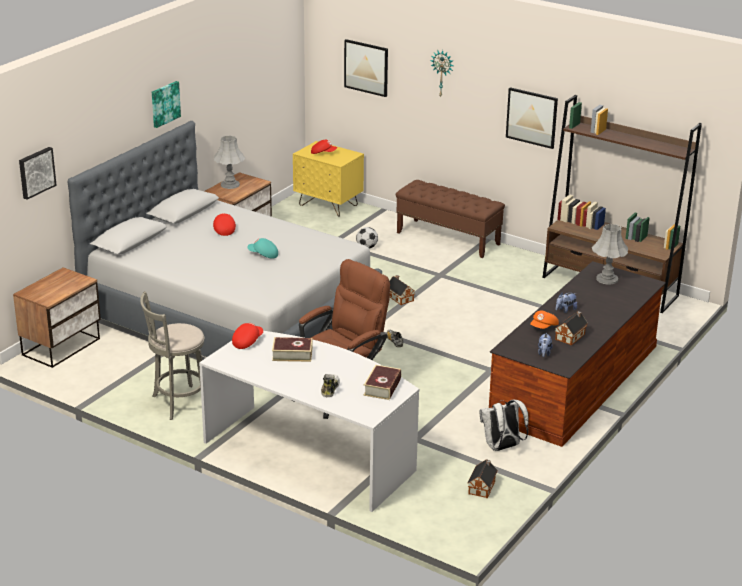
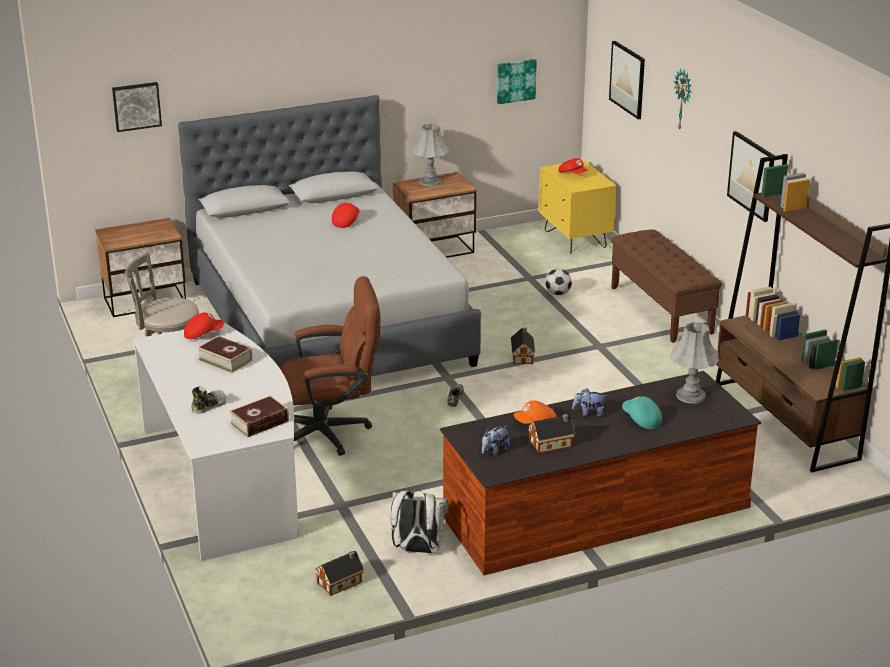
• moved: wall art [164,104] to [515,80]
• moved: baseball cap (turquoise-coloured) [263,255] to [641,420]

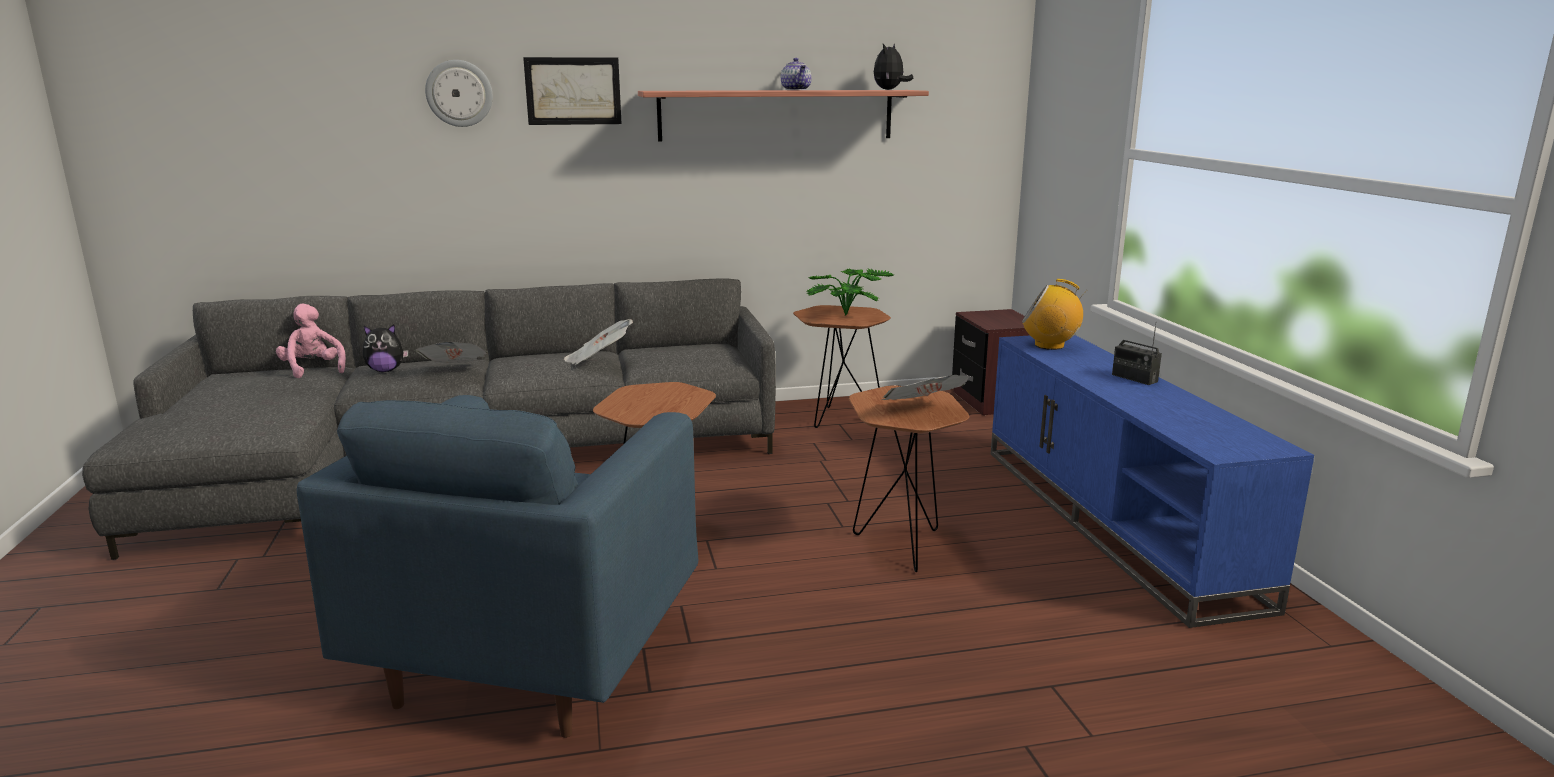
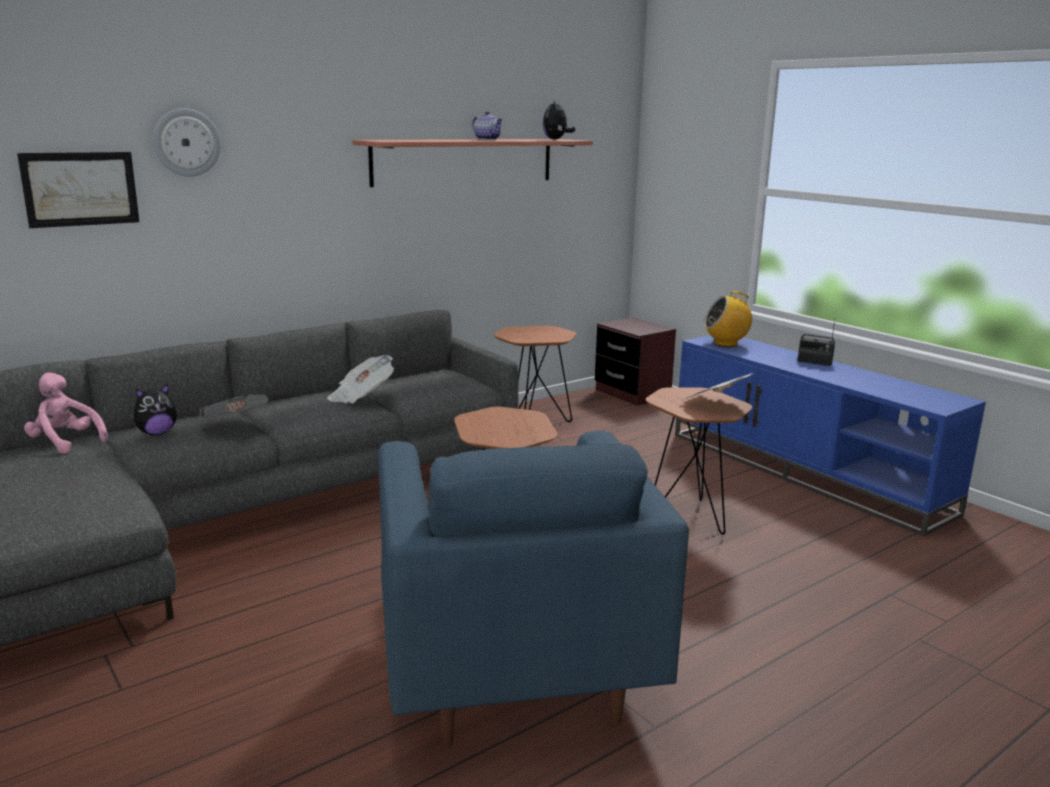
• moved: wall art [573,91] to [80,189]
• removed: potted plant [848,316]

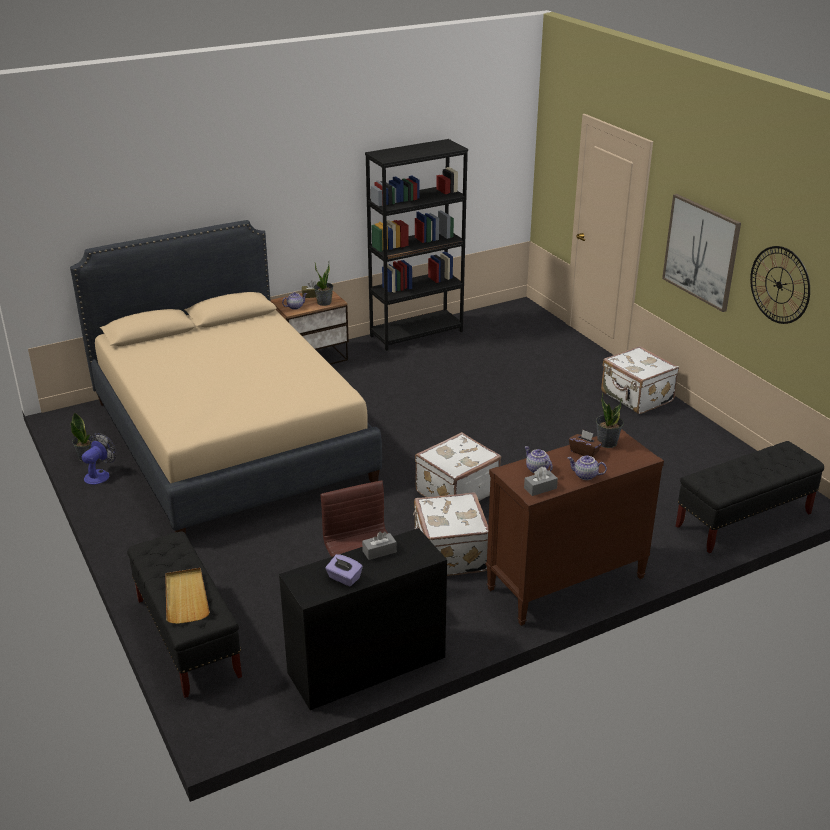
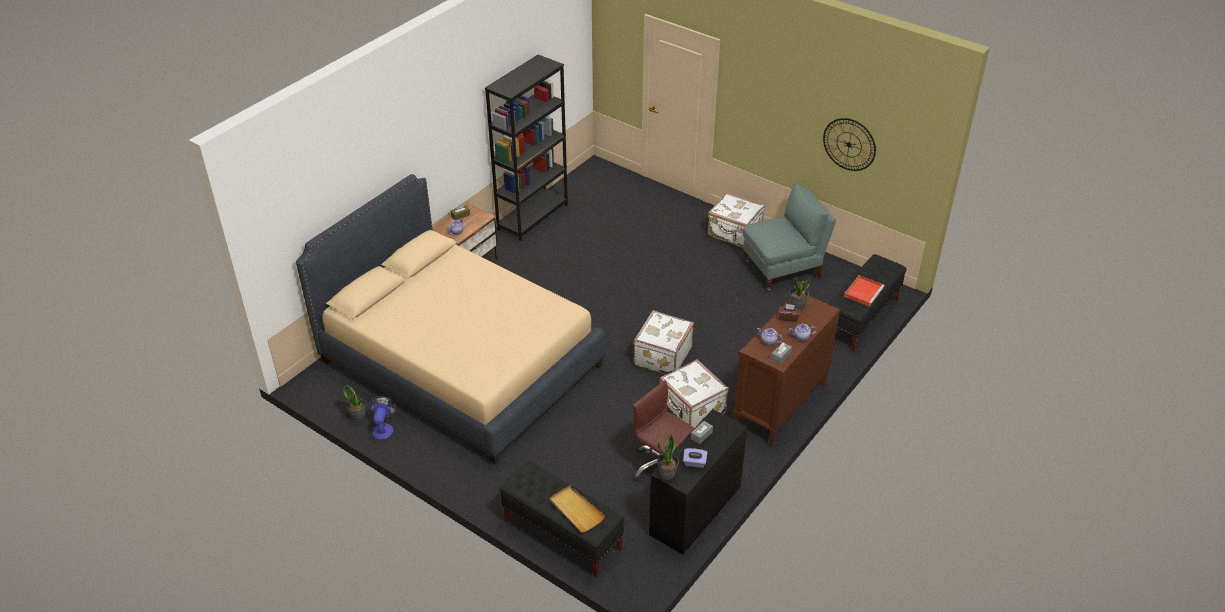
• moved: potted plant [324,302] to [667,474]
• removed: wall art [701,251]
• added: easy chair (gray) [782,269]
• added: carrying tray (red-coloured) [863,291]

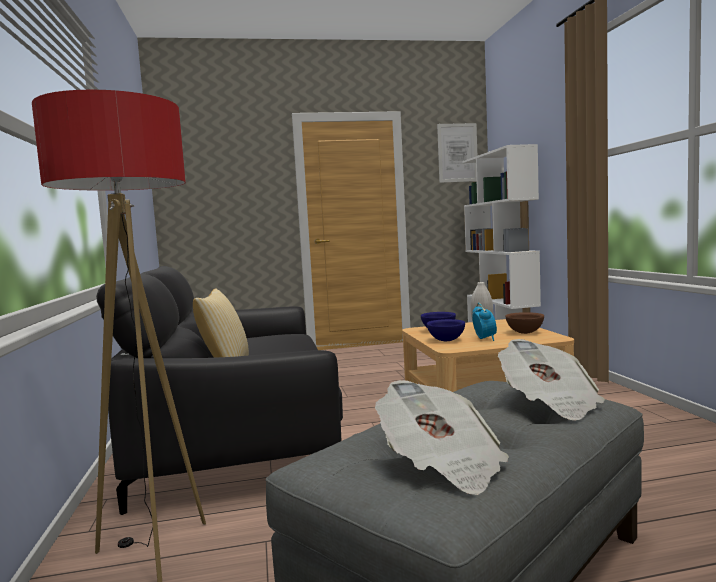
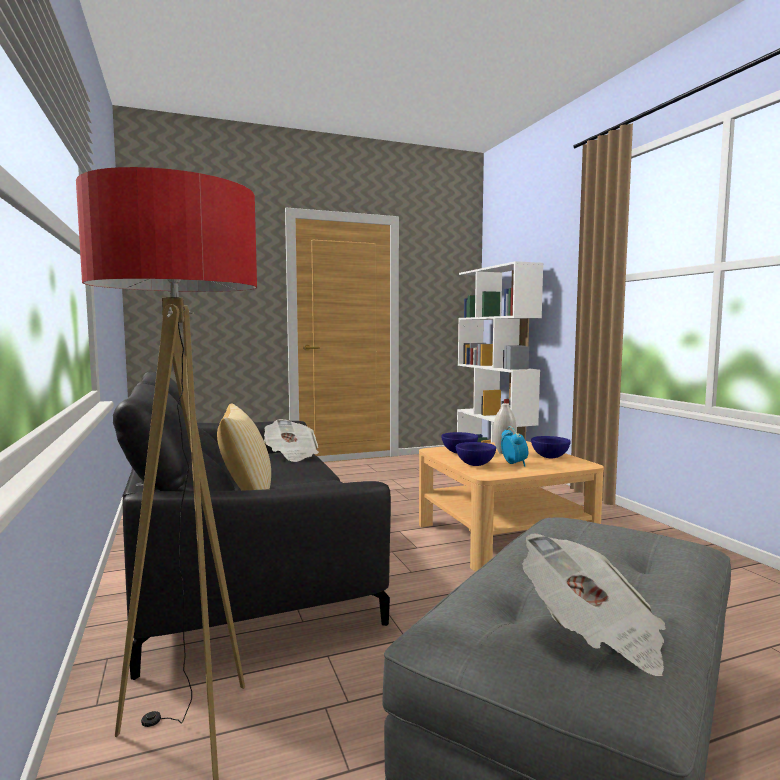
• removed: wall art [457,153]
• moved: daily paper [550,403] to [291,455]
• recoloured: bowl (brown-coloured) [524,332] to bowl (bluish) [549,457]

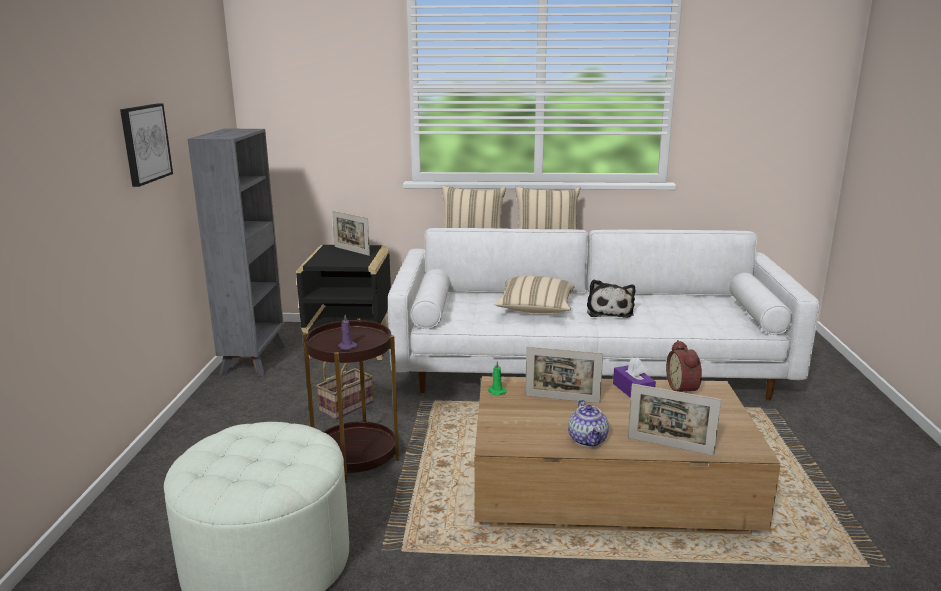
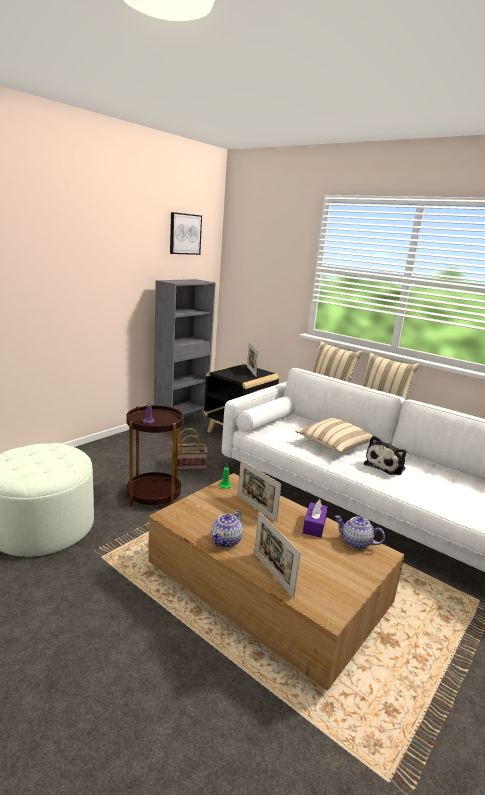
• moved: wall art [145,143] to [185,234]
• replaced: alarm clock [684,389] to tea pot [356,543]

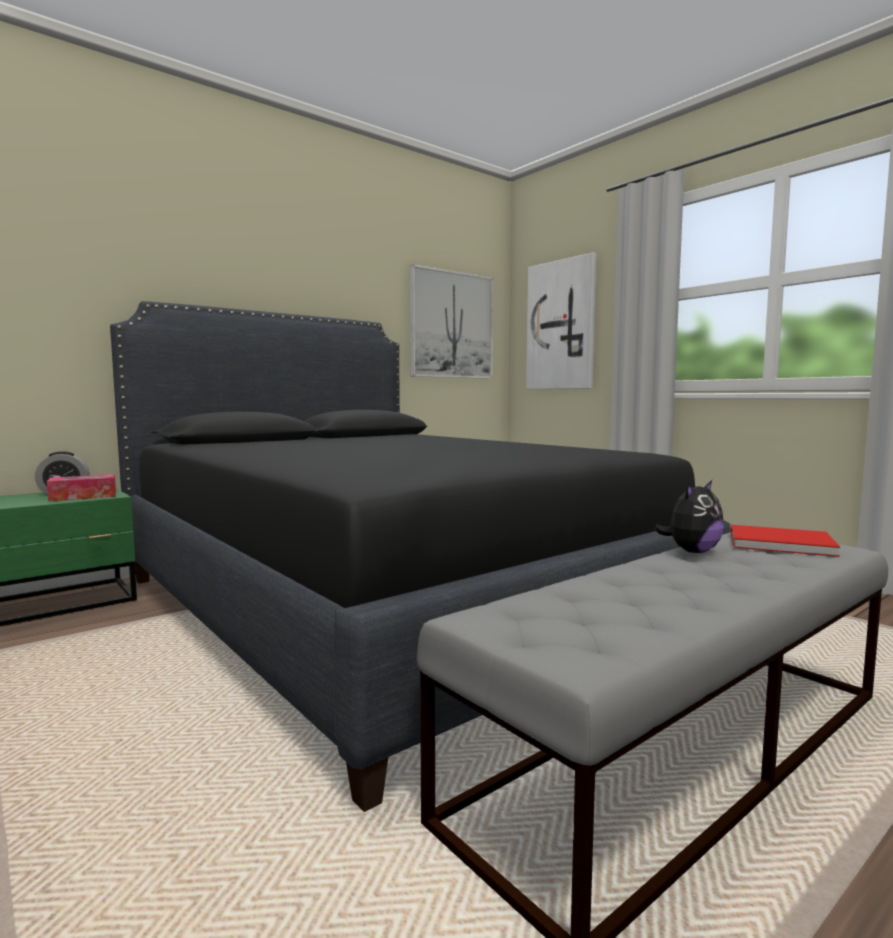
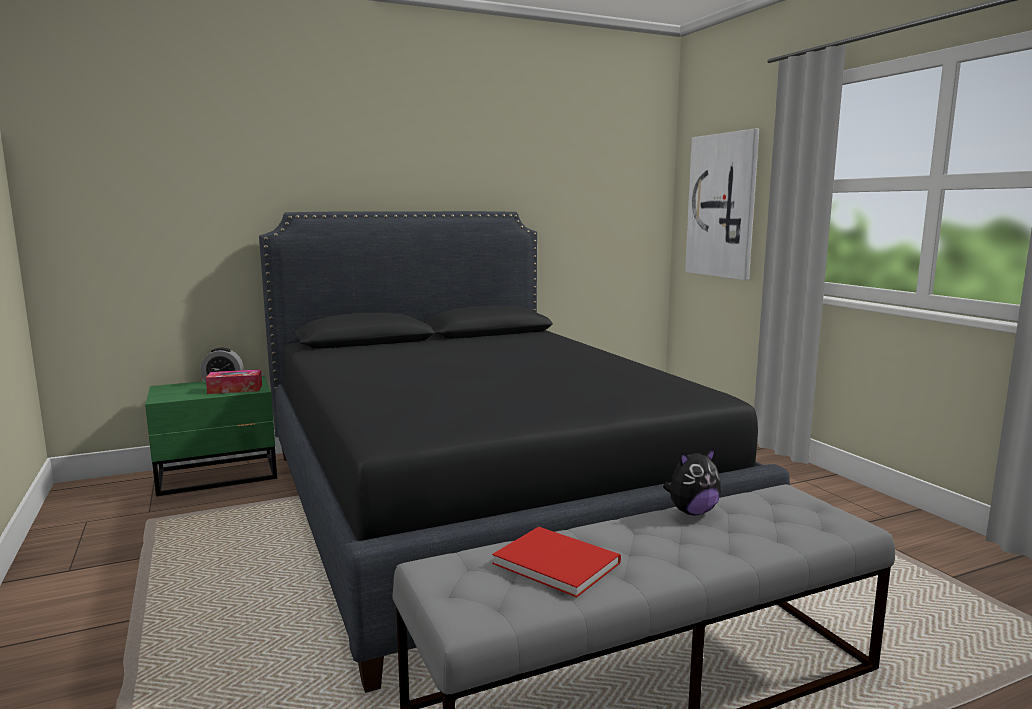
• removed: wall art [452,325]
• moved: bound book (red-coloured) [777,543] to [555,561]

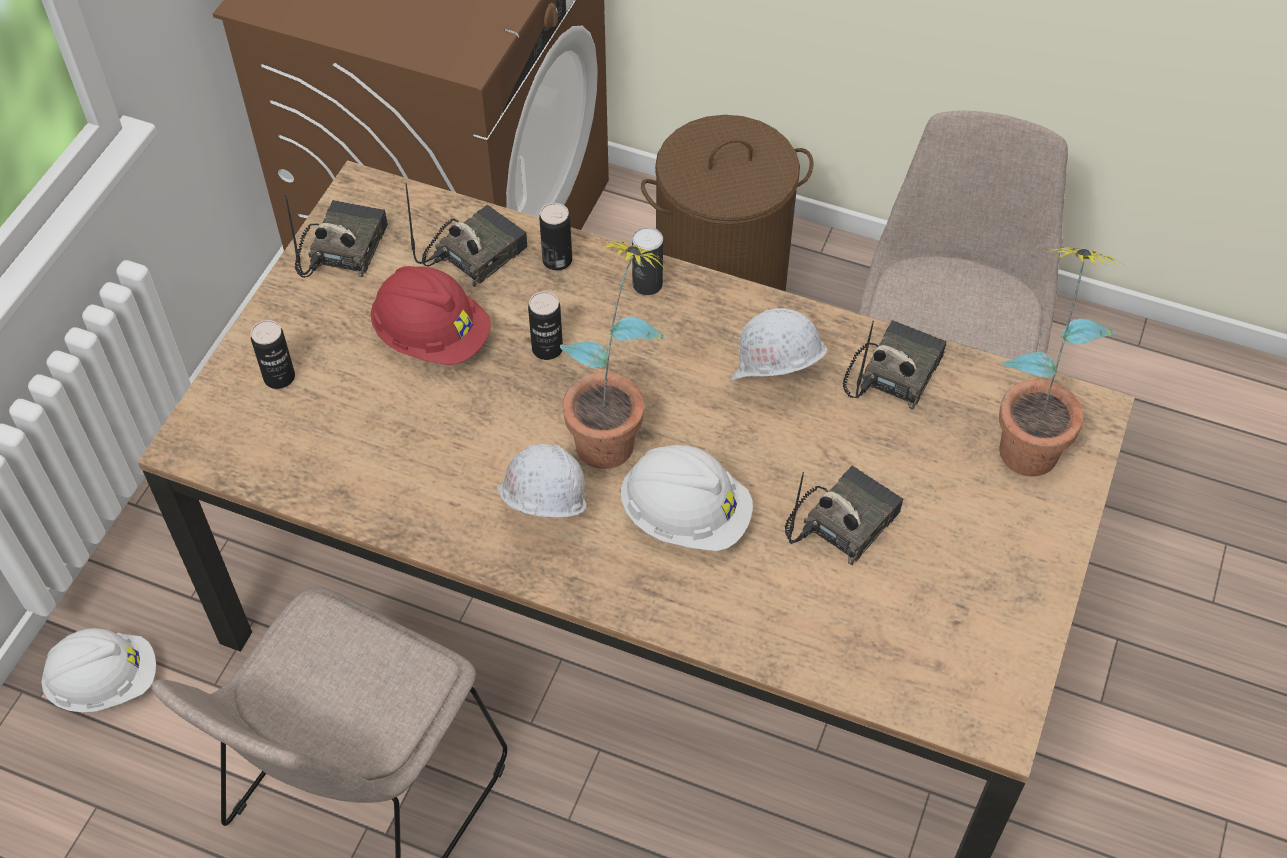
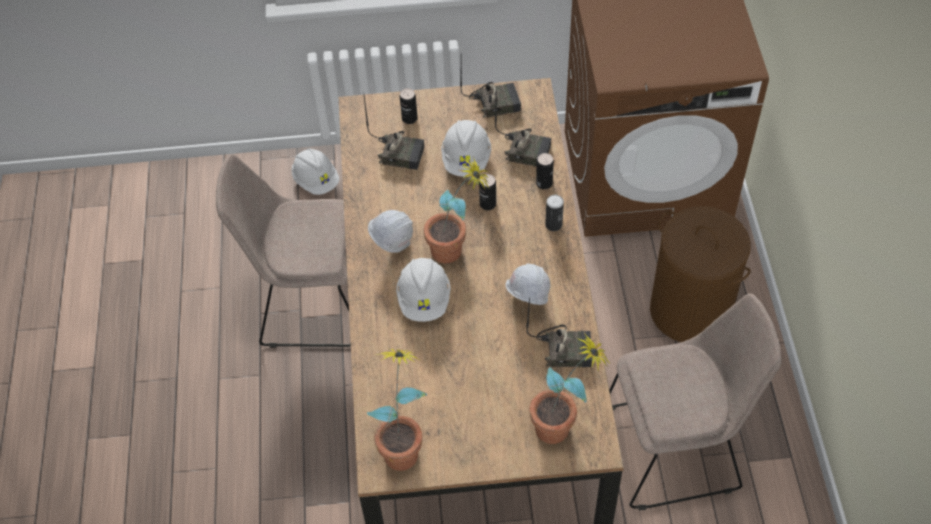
• recoloured: safety helmet (red-coloured) [432,337] to safety helmet (white-coloured) [466,159]
• moved: radio [841,521] to [401,153]
• added: potted plant [404,445]

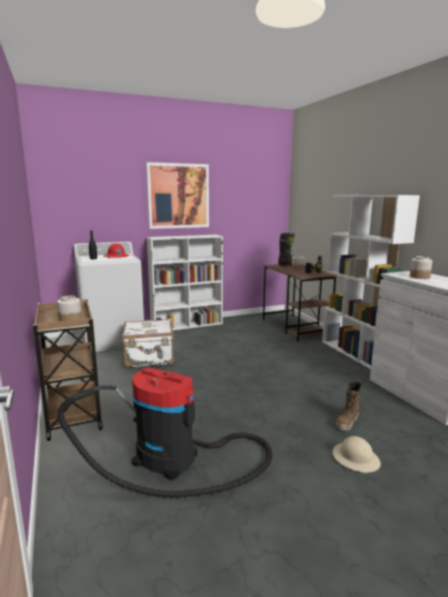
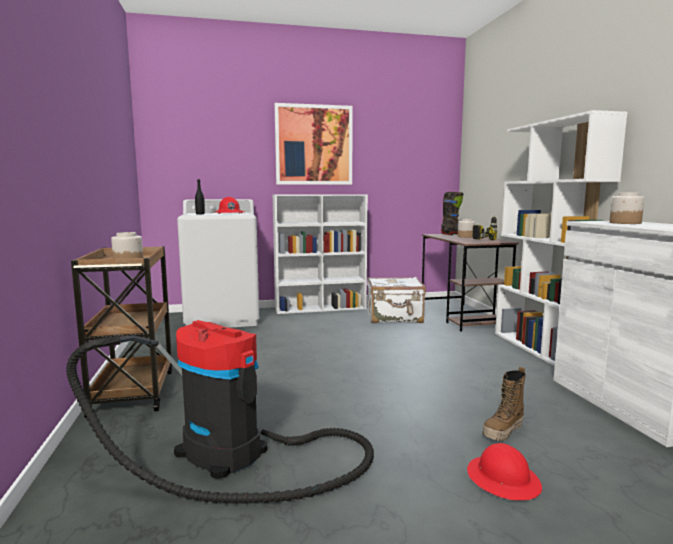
• moved: suitcase (white-coloured) [150,359] to [394,318]
• recoloured: safety helmet (sand-coloured) [355,458] to safety helmet (red-coloured) [503,479]

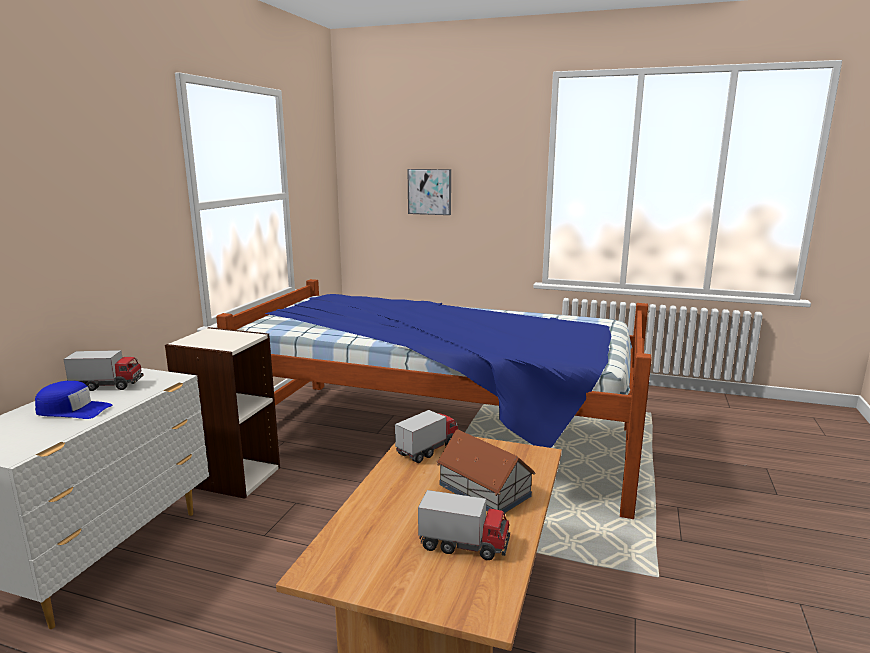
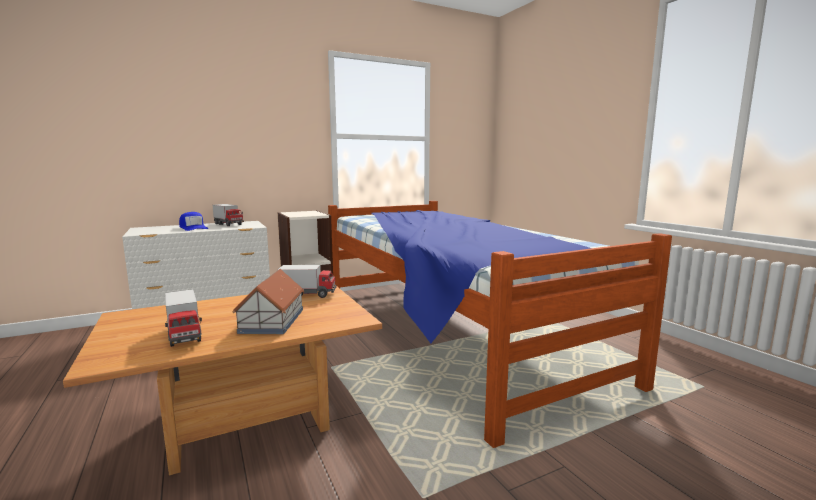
• removed: wall art [430,191]

